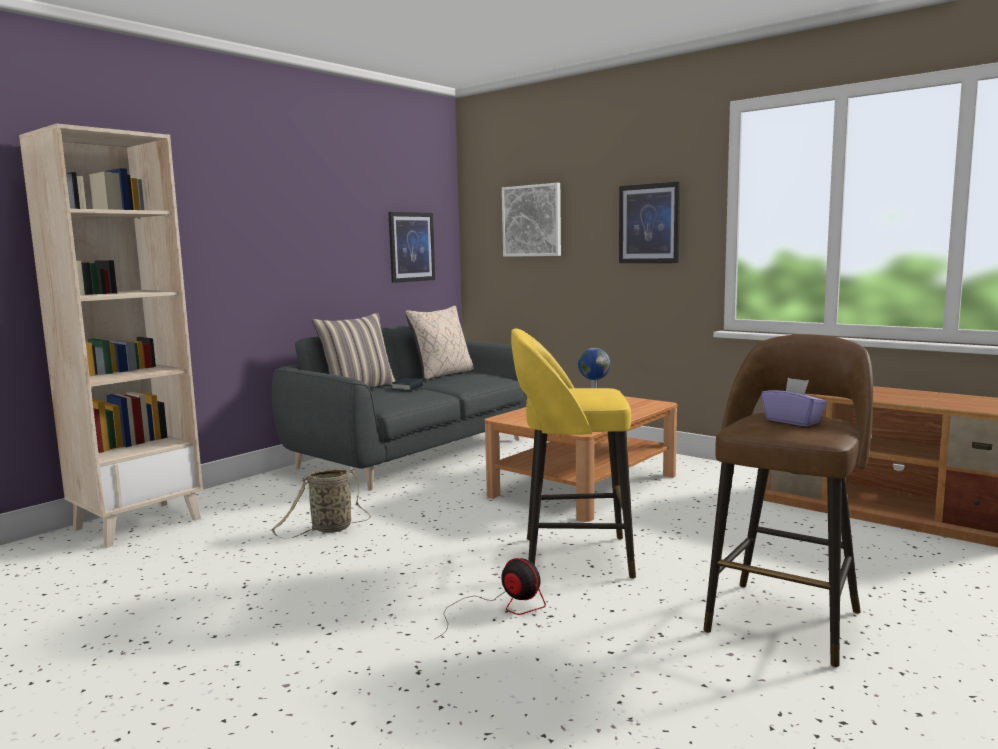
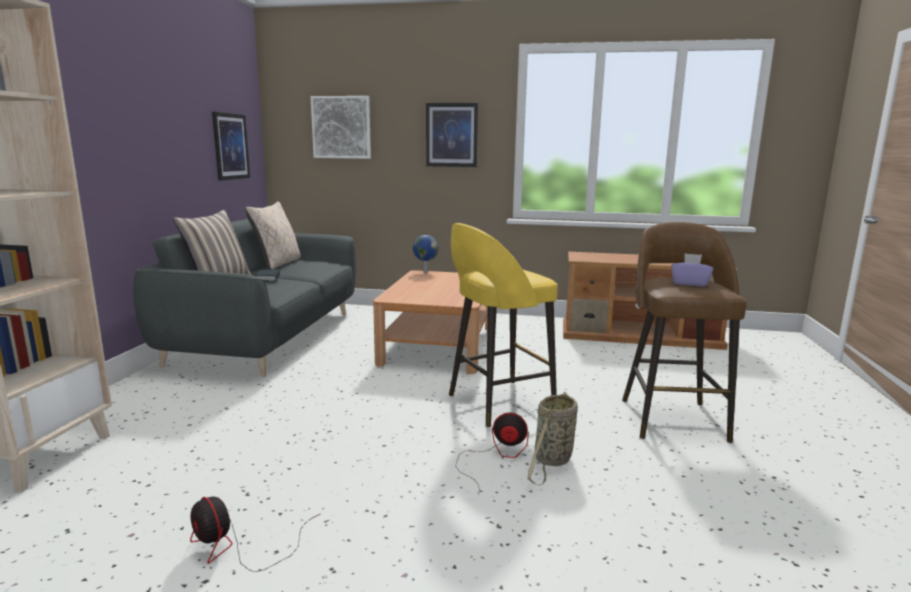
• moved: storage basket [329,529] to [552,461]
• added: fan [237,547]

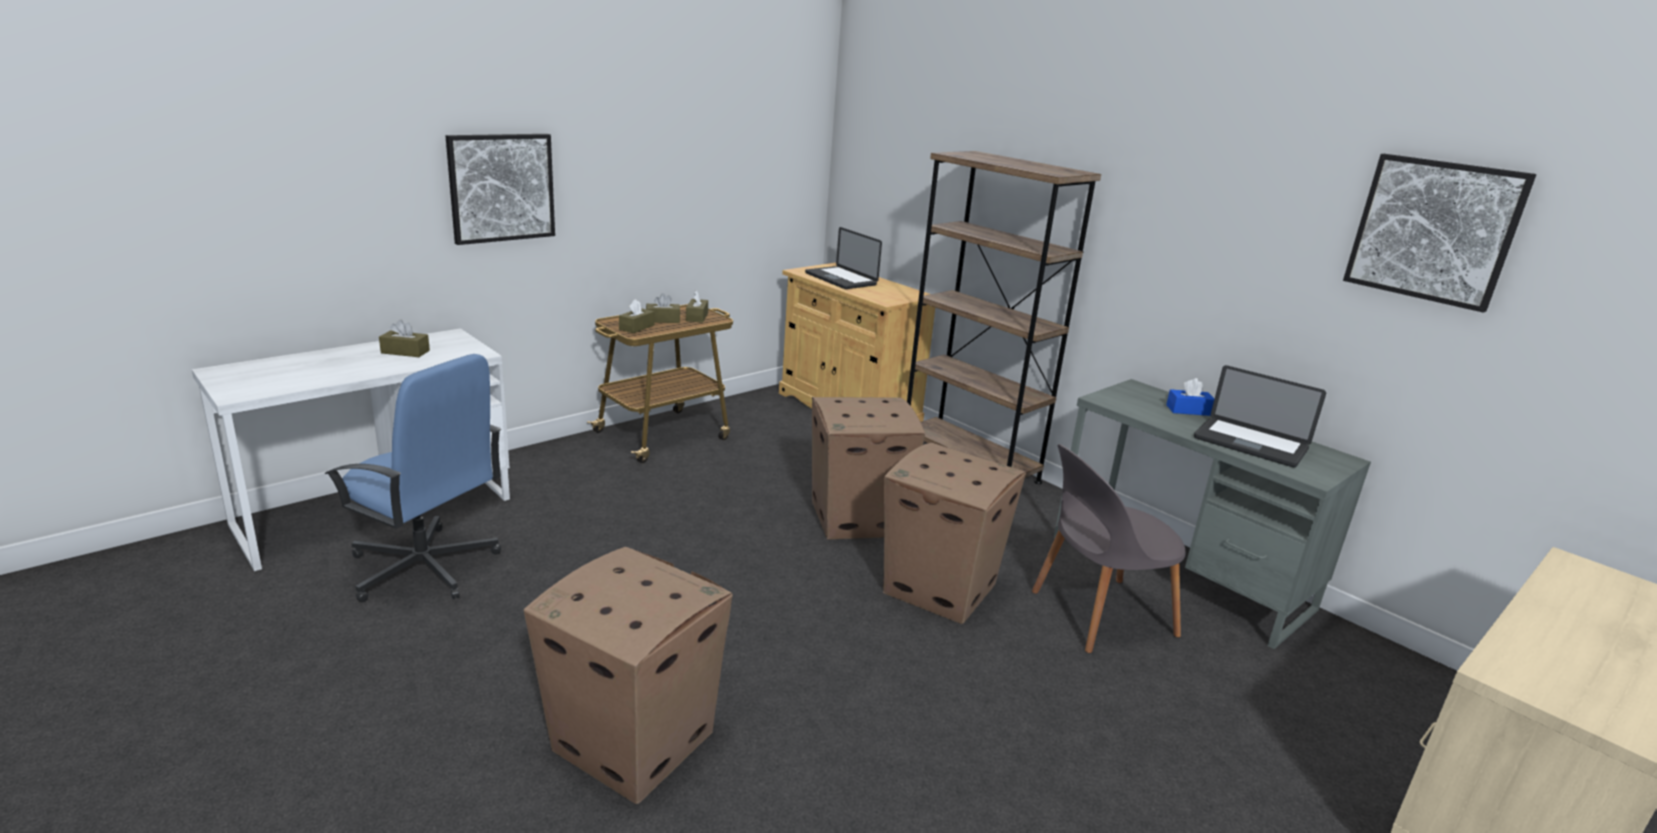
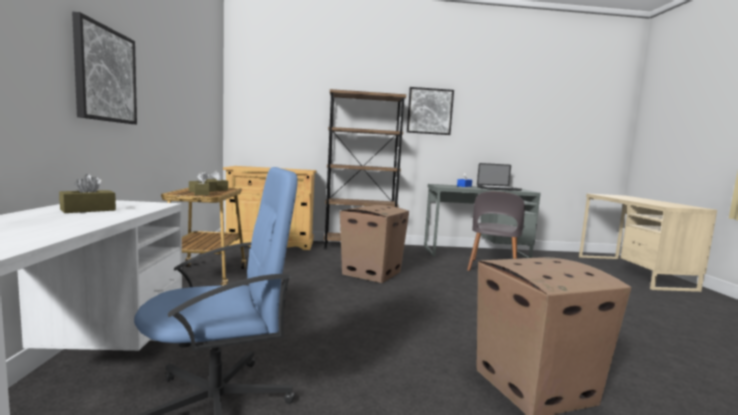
• removed: laptop [840,279]
• removed: carton [941,589]
• moved: wall art [1434,230] to [429,111]

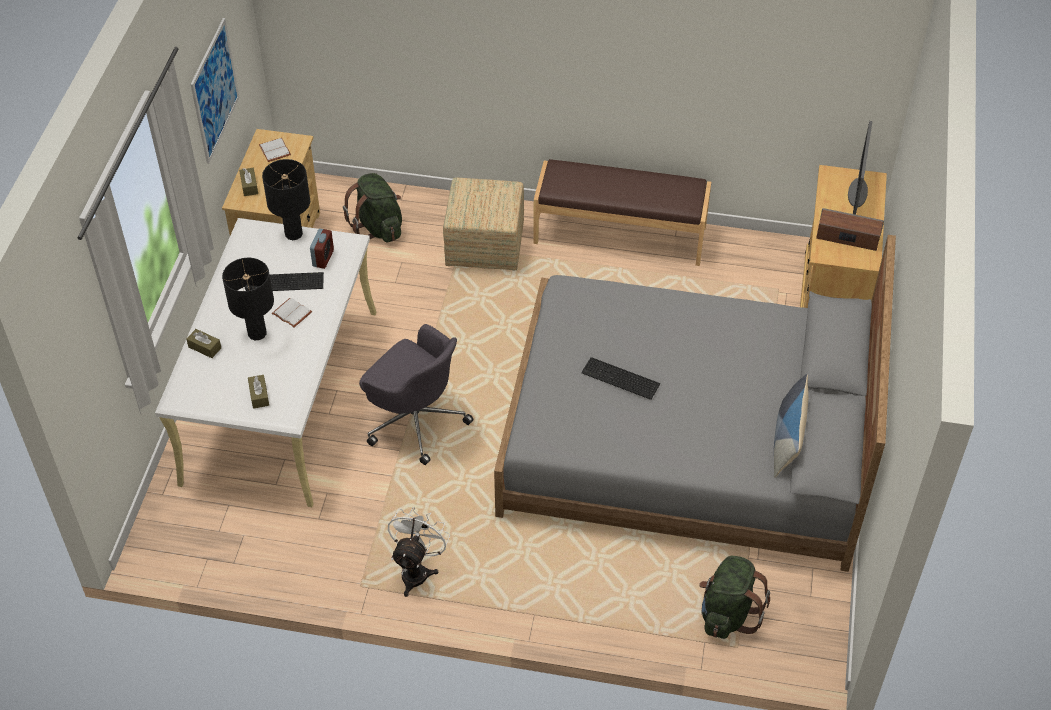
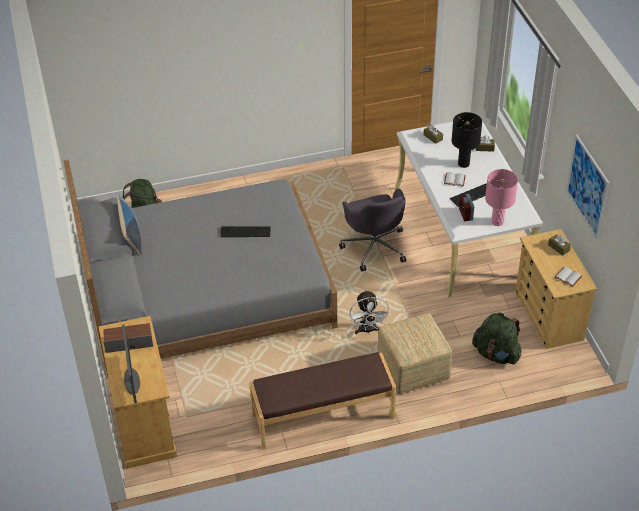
• recoloured: table lamp (black) [294,234] to table lamp (pink-coloured) [497,222]
• turned: office chair (gray) [415,419] = [374,246] 120 degrees counterclockwise
• moved: fan (white-coloured) [417,570] to [368,330]

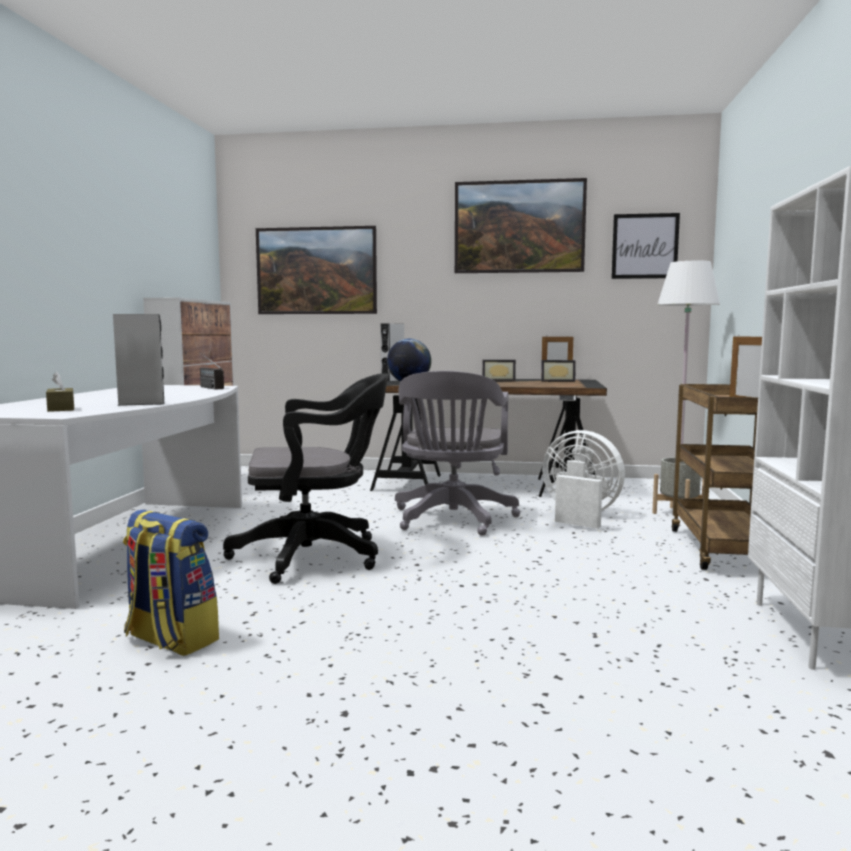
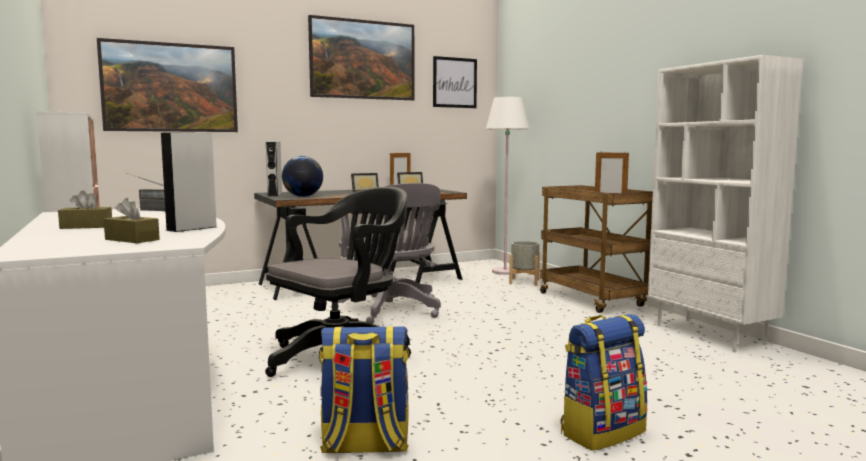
• removed: fan (white-coloured) [579,516]
• added: tissue holder (brown-coloured) [86,226]
• added: rucksack [602,432]

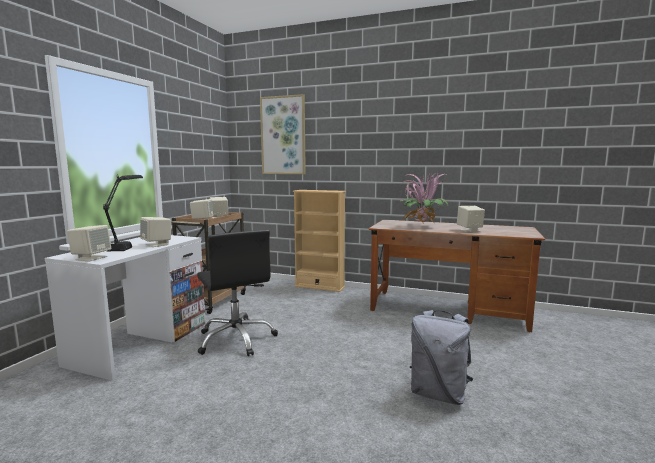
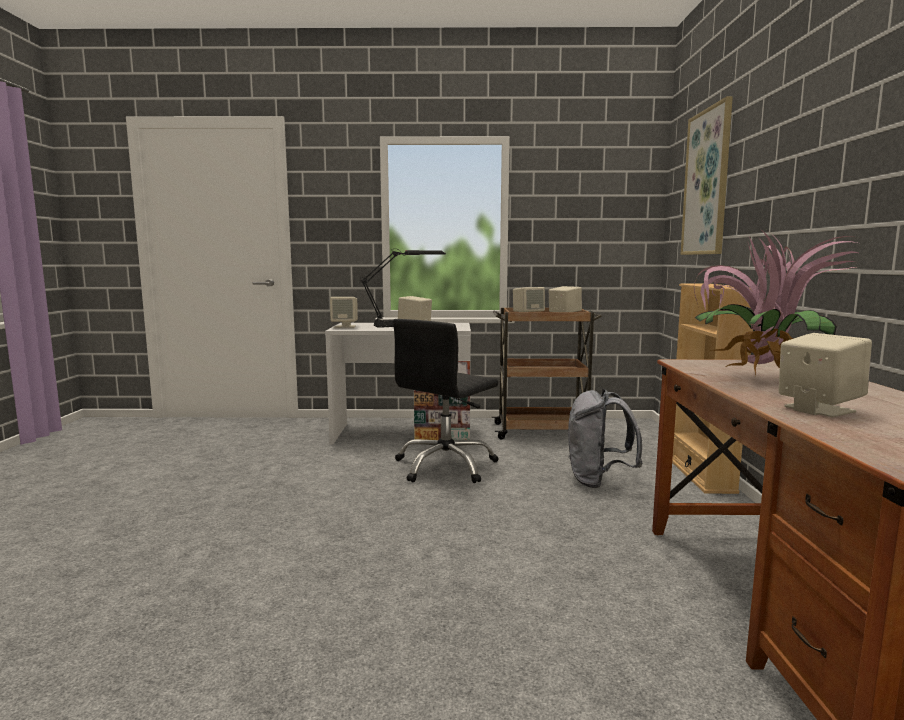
• moved: rucksack (gray) [439,394] to [598,481]

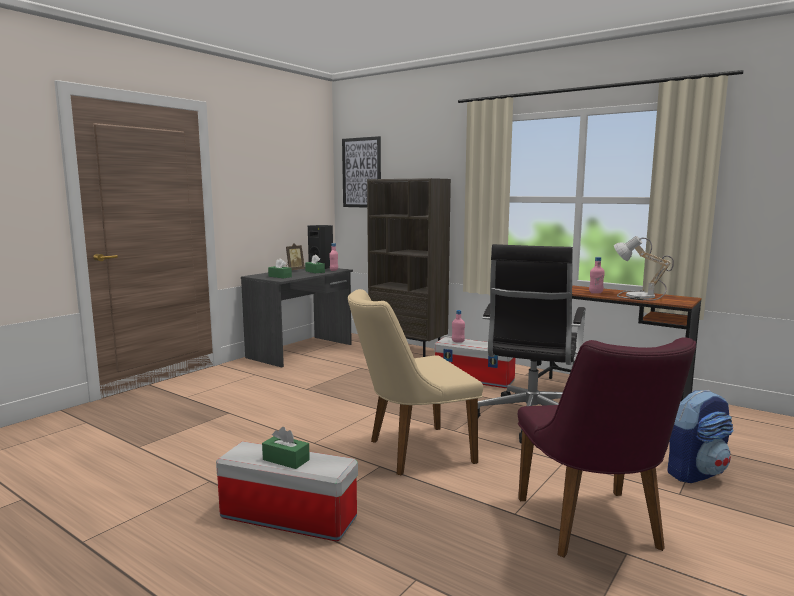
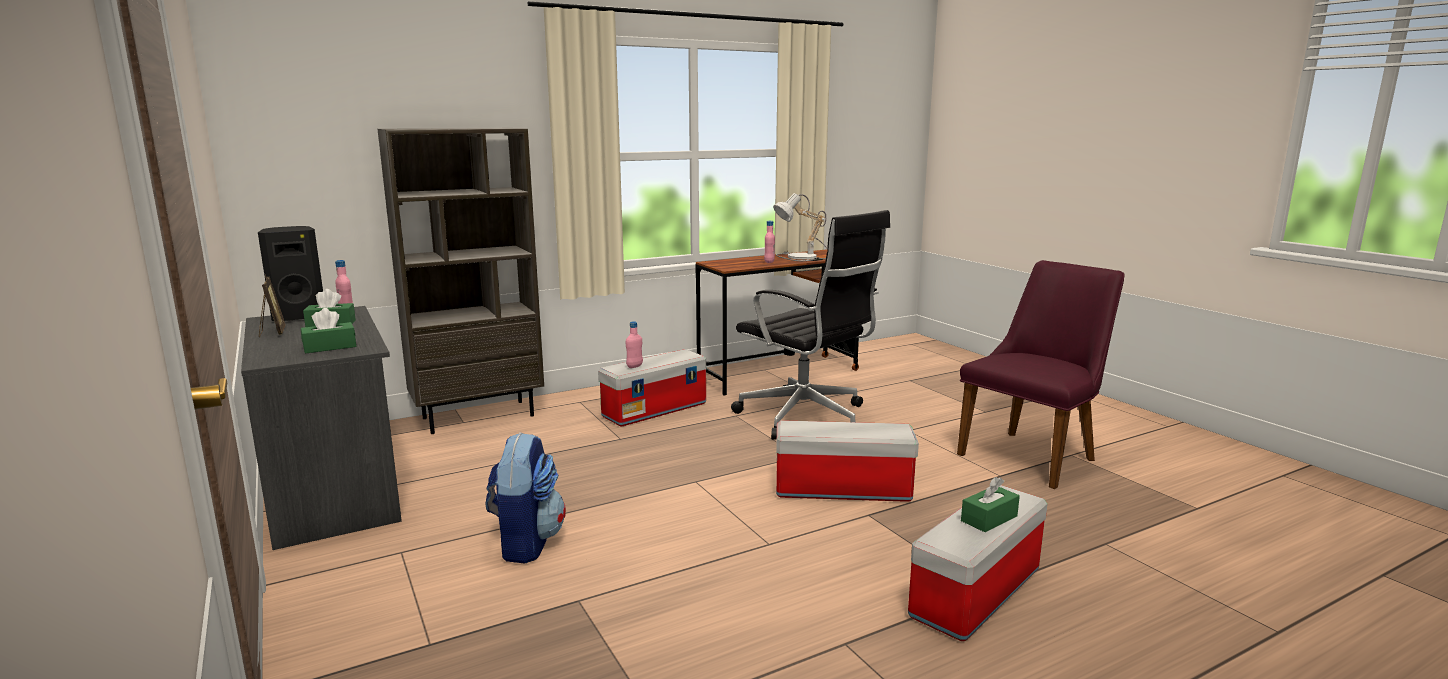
• removed: wall art [361,172]
• replaced: chair (sand-coloured) [411,452] to storage box [841,490]
• turned: chair (purple) [594,530] = [1035,454] 60 degrees counterclockwise
• moved: rucksack [695,472] to [526,542]

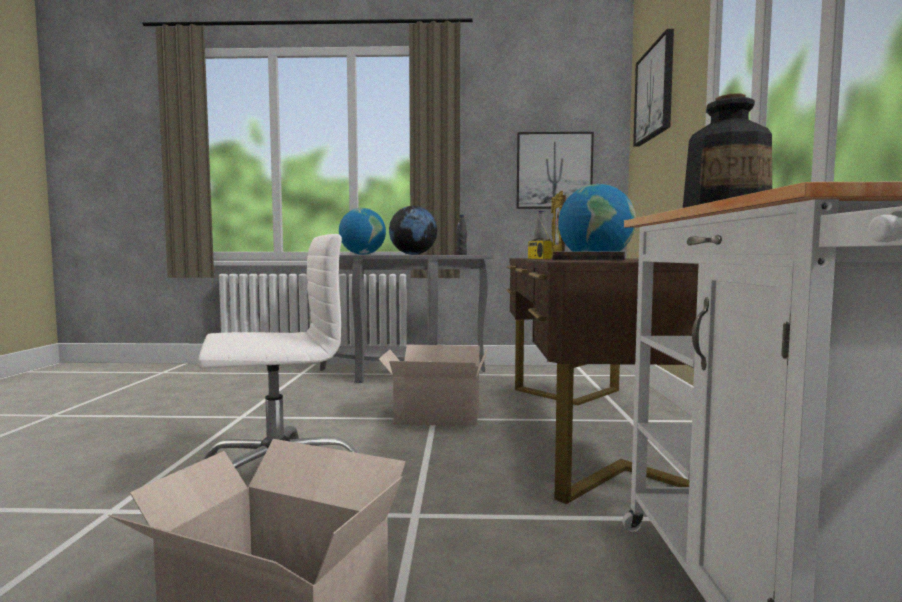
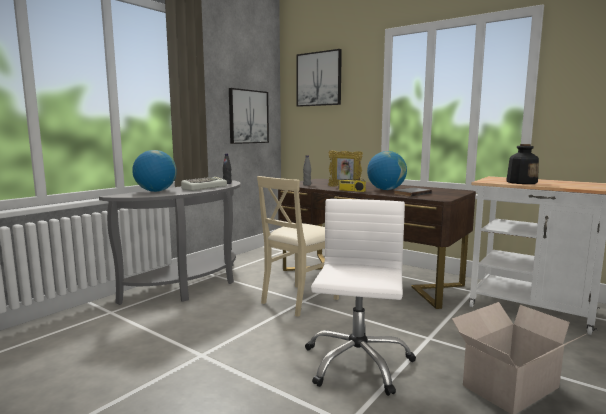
• replaced: carton [435,416] to chair (sand-coloured) [299,299]
• replaced: world globe [413,254] to PC keyboard [204,187]

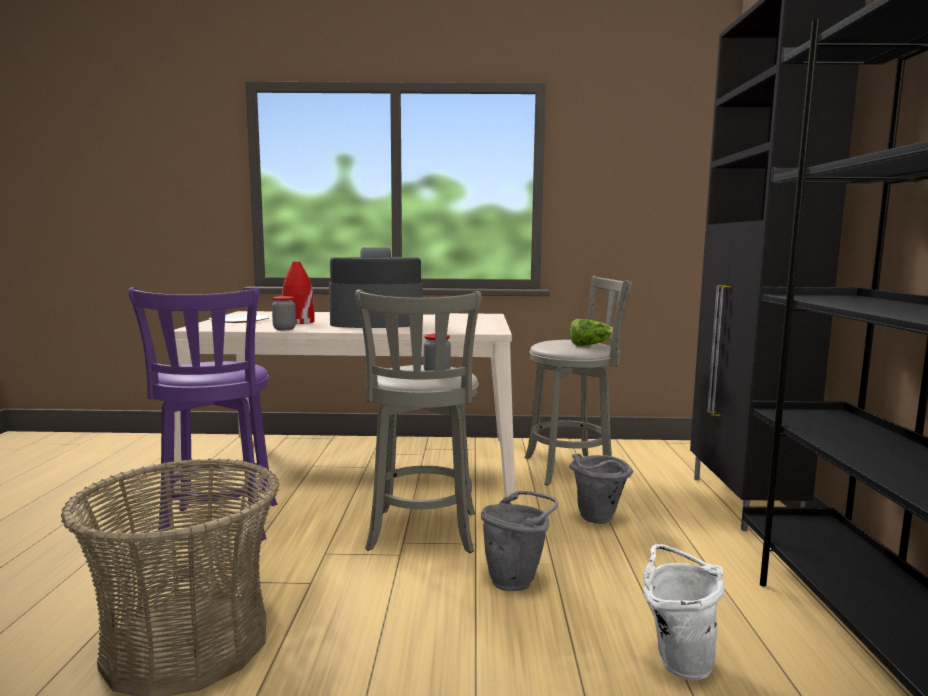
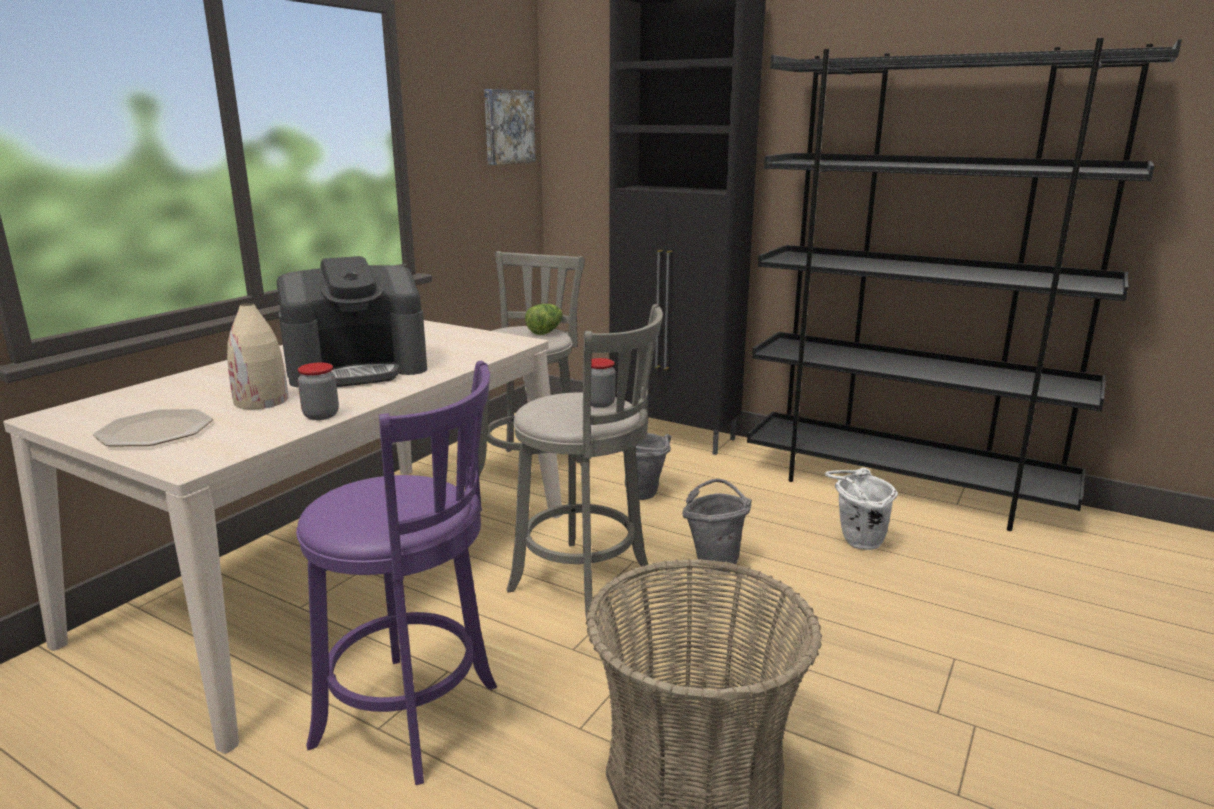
• recoloured: vase (red-coloured) [298,322] to vase (sand-coloured) [261,401]
• turned: coffee maker [376,323] = [358,369] 135 degrees counterclockwise
• added: wall art [507,127]

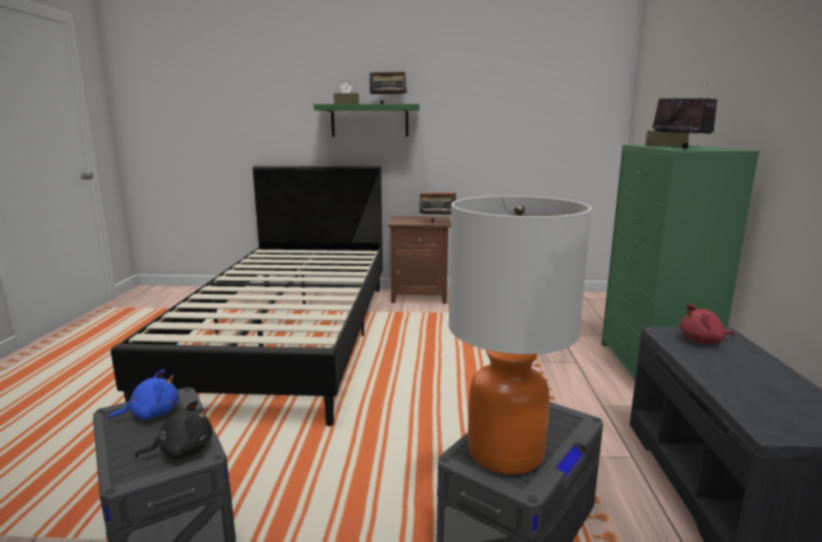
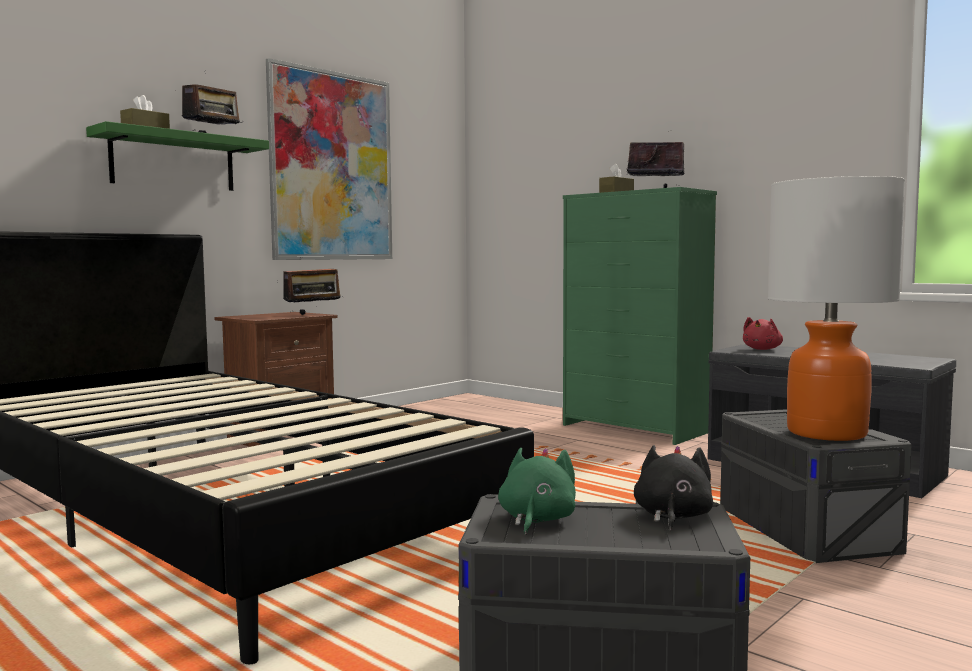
• recoloured: soft toy (bluish) [152,414] to soft toy (green) [536,519]
• added: wall art [332,166]

